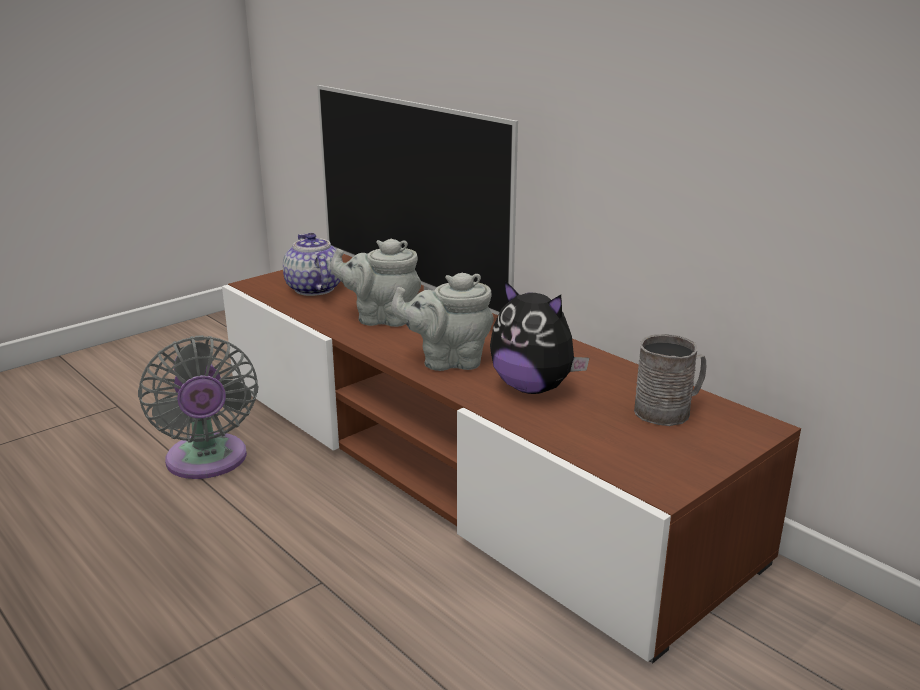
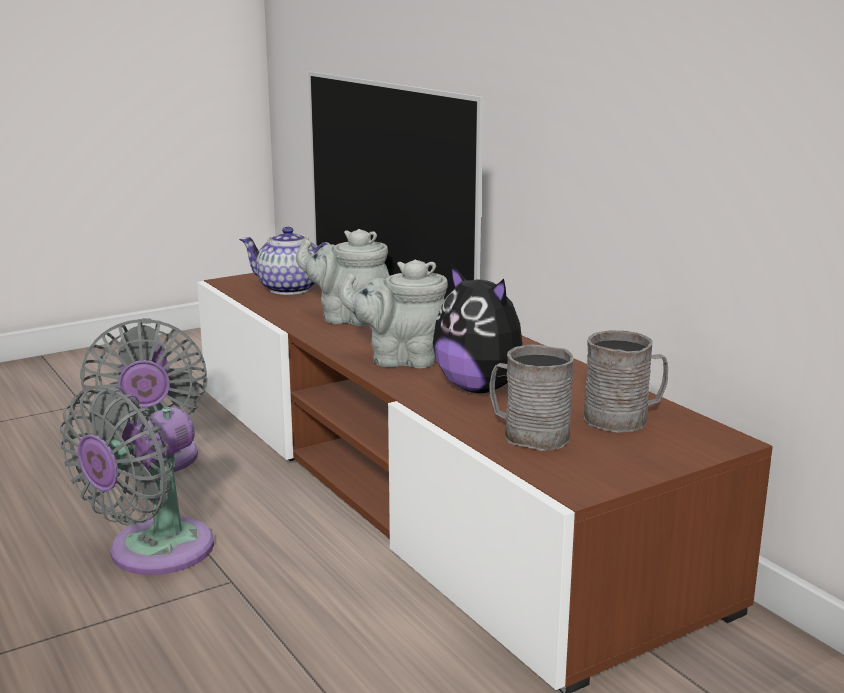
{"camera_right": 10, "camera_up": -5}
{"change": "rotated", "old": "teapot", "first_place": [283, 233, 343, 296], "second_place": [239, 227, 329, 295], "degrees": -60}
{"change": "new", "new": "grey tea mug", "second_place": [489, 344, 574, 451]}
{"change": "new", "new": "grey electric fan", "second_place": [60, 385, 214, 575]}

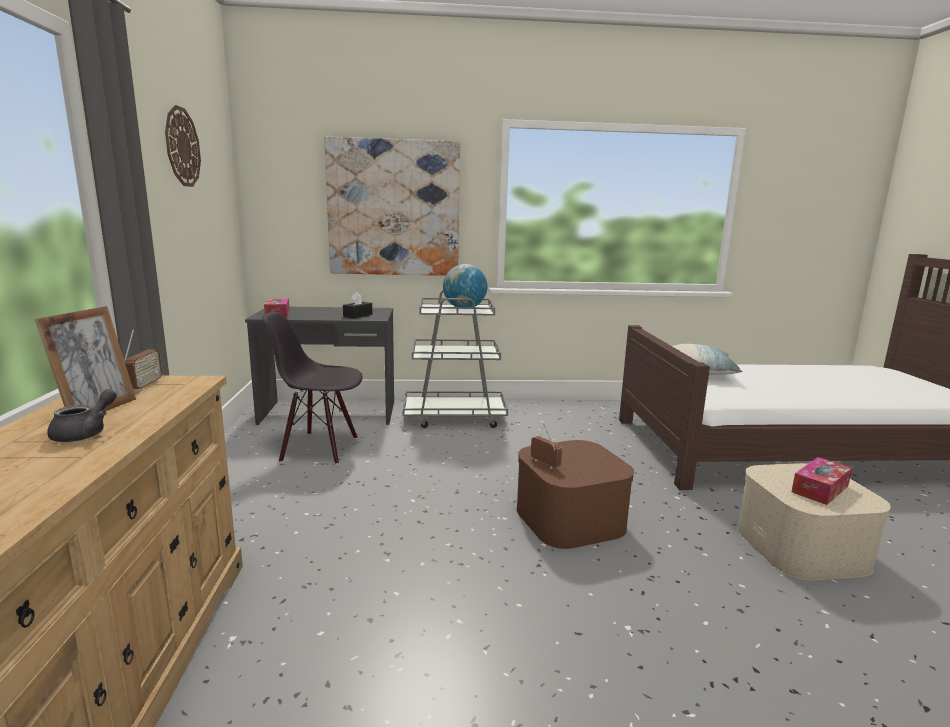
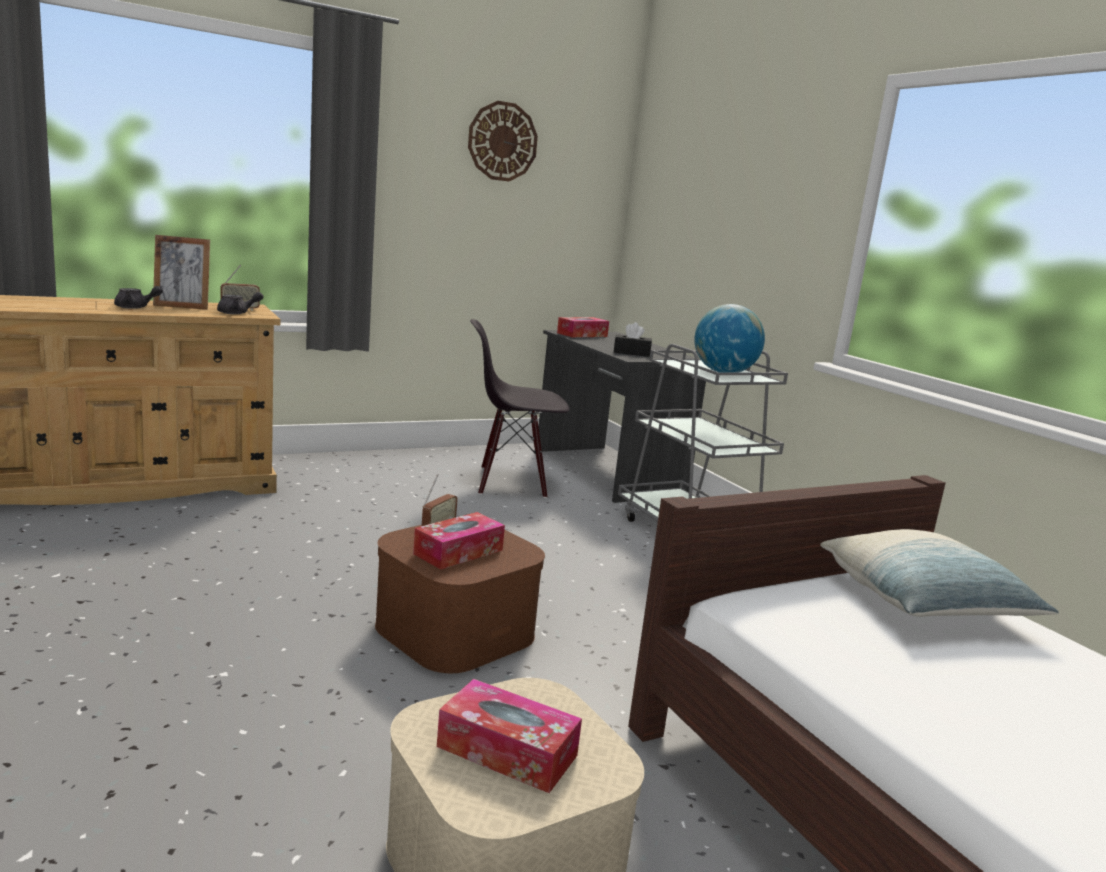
{"camera_right": 65, "camera_up": 0}
{"change": "gone", "old": "wall picture", "first_place": [324, 137, 460, 276]}
{"change": "rotated", "old": "black upright chair", "first_place": [262, 312, 363, 465], "second_place": [470, 319, 569, 498], "degrees": -75}
{"change": "new", "new": "grey teapot", "second_place": [217, 292, 264, 314]}
{"change": "new", "new": "tissue holder", "second_place": [413, 512, 505, 570]}

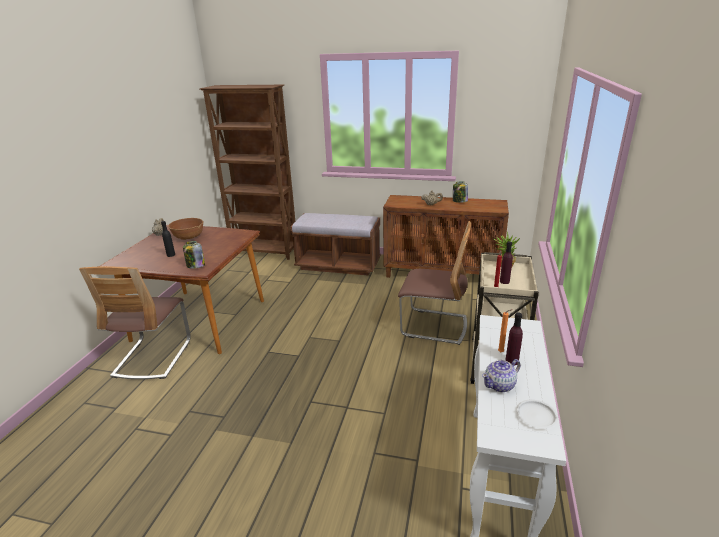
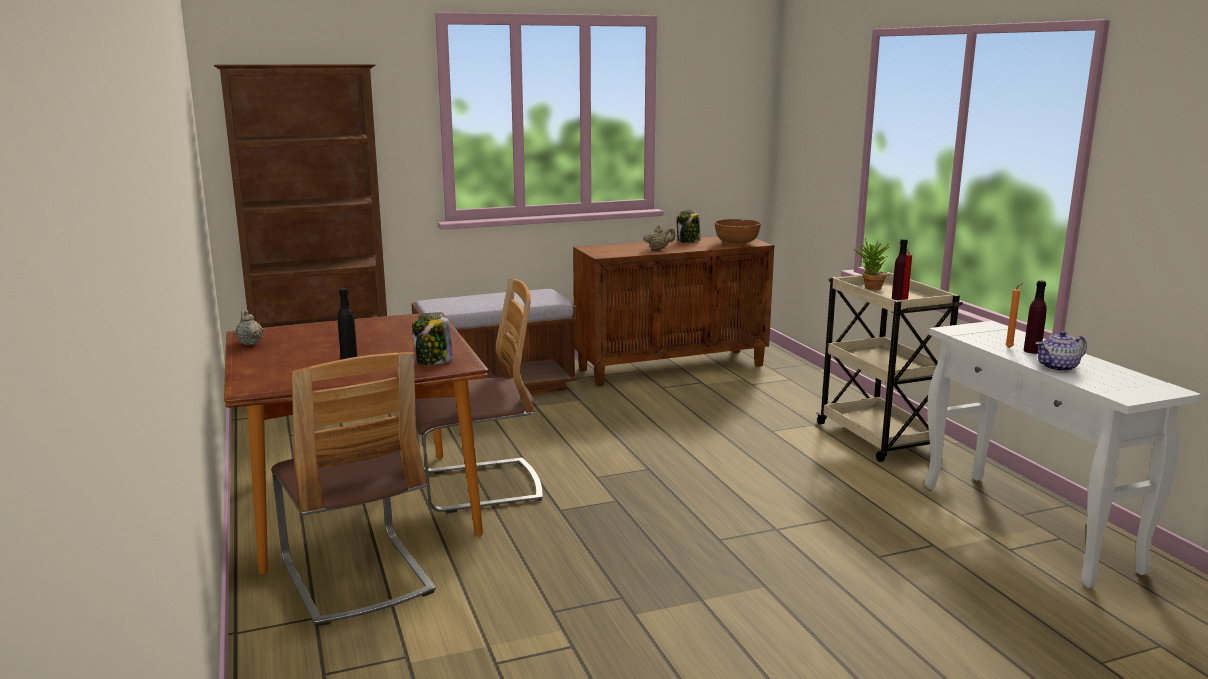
{"camera_right": -35, "camera_up": -10}
{"change": "shifted", "old": "brown serving bowl", "first_place": [168, 218, 204, 240], "second_place": [714, 219, 761, 246]}
{"change": "shifted", "old": "upright chair", "first_place": [398, 221, 471, 345], "second_place": [415, 278, 543, 513]}
{"change": "rotated", "old": "teapot", "first_place": [482, 359, 520, 392], "second_place": [1035, 331, 1087, 372], "degrees": 45}
{"change": "gone", "old": "white-coloured flat dish", "first_place": [516, 400, 558, 428]}

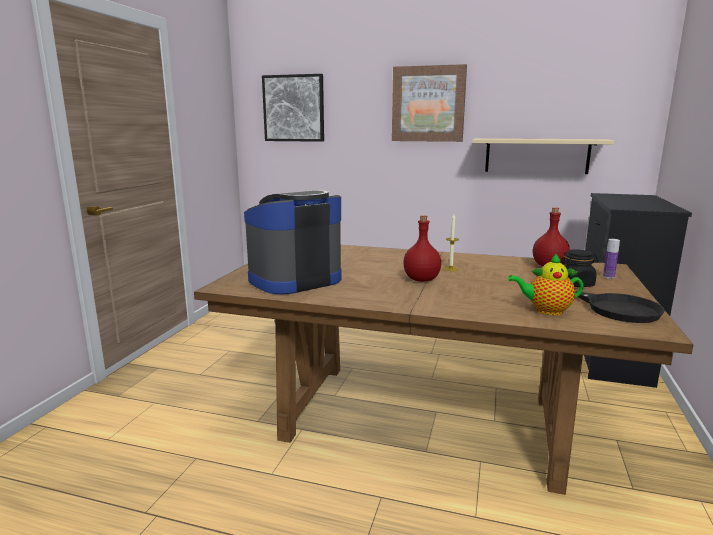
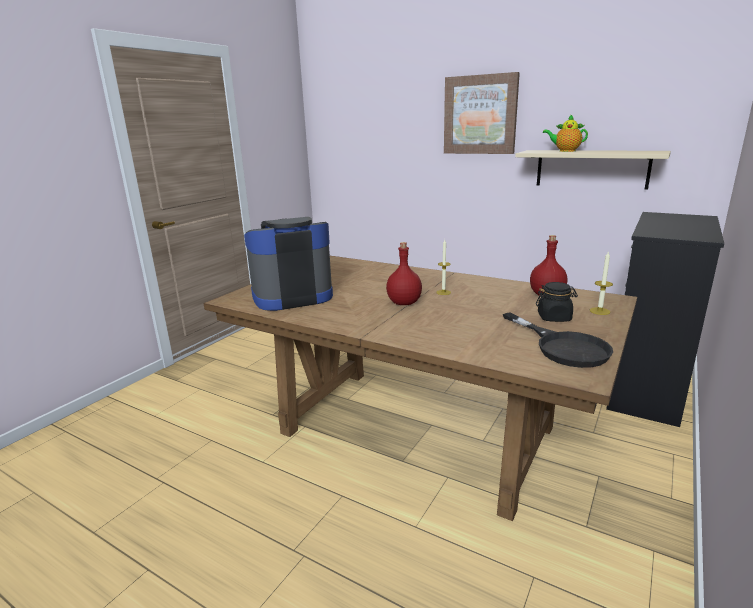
{"camera_right": 15, "camera_up": 5}
{"change": "gone", "old": "wall picture", "first_place": [262, 74, 324, 142]}
{"change": "swapped", "old": "drink bottle", "new": "candle", "first_place": [603, 239, 620, 279], "second_place": [589, 251, 613, 315]}
{"change": "shifted", "old": "teapot", "first_place": [508, 254, 584, 315], "second_place": [543, 114, 588, 152]}

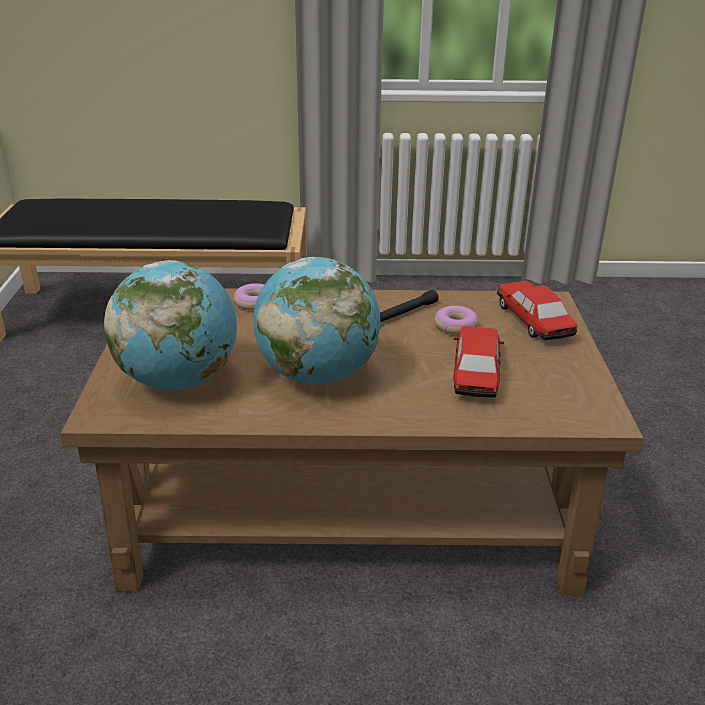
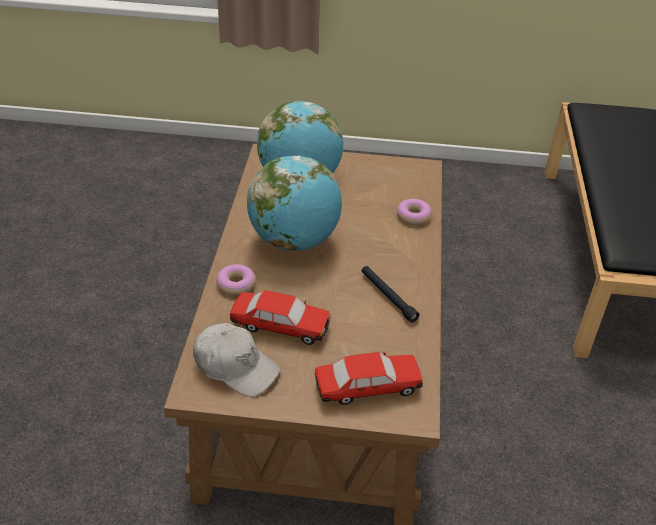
{"camera_right": 95, "camera_up": 10}
{"change": "shifted", "old": "ring doughnut", "first_place": [434, 306, 478, 335], "second_place": [216, 264, 256, 295]}
{"change": "new", "new": "white-coloured peaked cap", "second_place": [193, 323, 280, 397]}

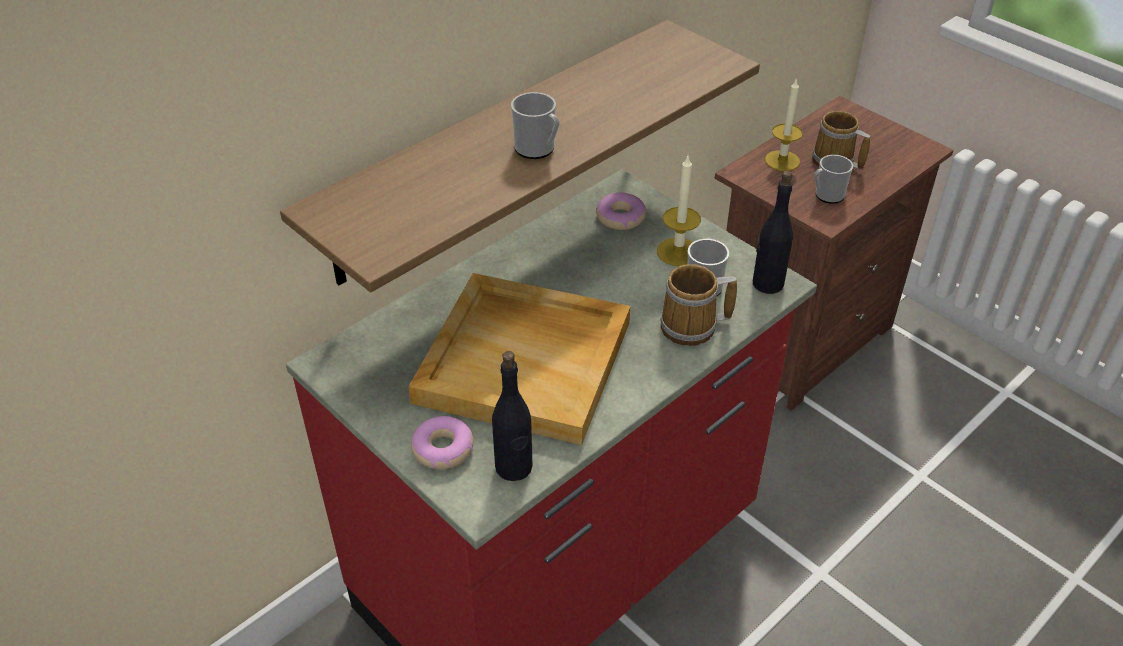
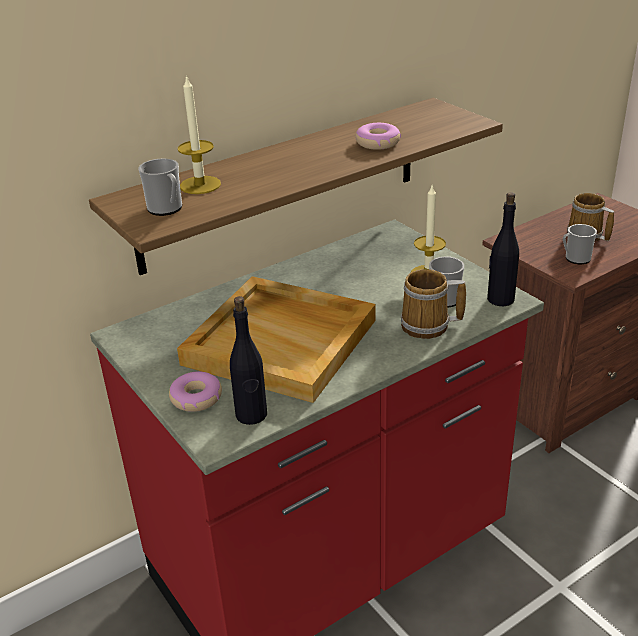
{"camera_right": 10, "camera_up": -10}
{"change": "shifted", "old": "candle", "first_place": [765, 78, 803, 171], "second_place": [178, 75, 221, 194]}
{"change": "shifted", "old": "tea mug", "first_place": [511, 92, 560, 159], "second_place": [138, 159, 182, 216]}
{"change": "shifted", "old": "ring doughnut", "first_place": [596, 193, 647, 230], "second_place": [355, 123, 401, 150]}

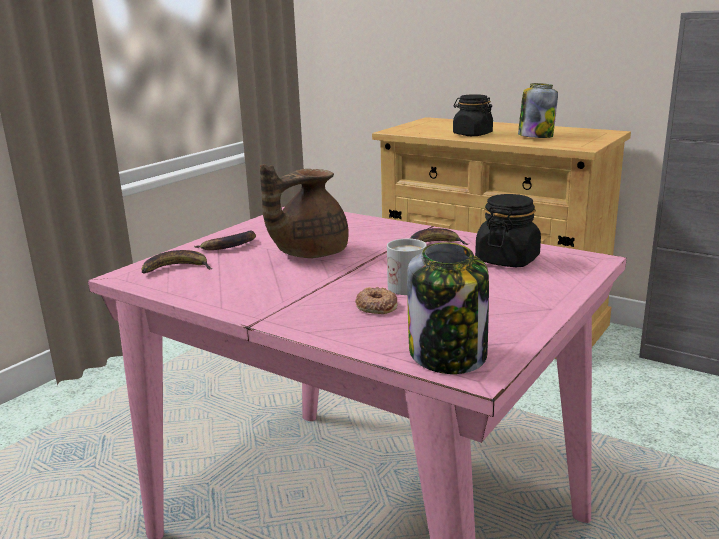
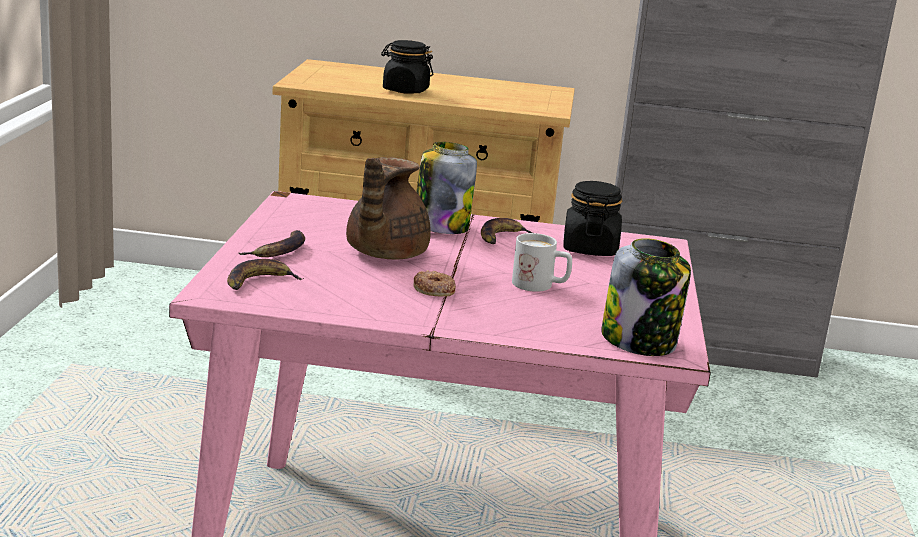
{"camera_right": -30, "camera_up": 0}
{"change": "shifted", "old": "jar", "first_place": [518, 83, 558, 138], "second_place": [417, 142, 477, 234]}
{"change": "shifted", "old": "ring doughnut", "first_place": [355, 287, 398, 314], "second_place": [414, 270, 456, 296]}

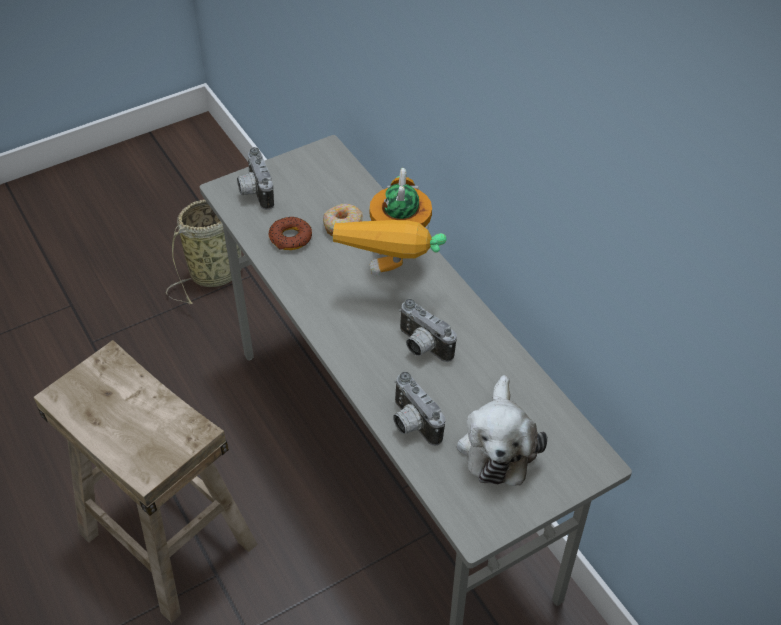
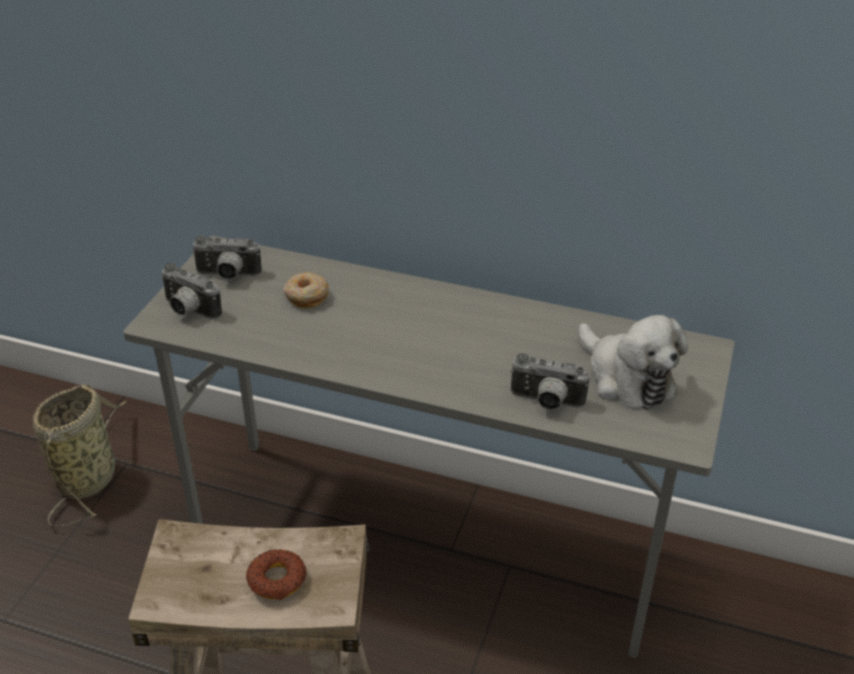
{"camera_right": -40, "camera_up": -10}
{"change": "gone", "old": "toy robot", "first_place": [333, 168, 447, 276]}
{"change": "shifted", "old": "ring doughnut", "first_place": [269, 217, 312, 250], "second_place": [246, 549, 307, 600]}
{"change": "shifted", "old": "still camera", "first_place": [399, 299, 457, 362], "second_place": [192, 235, 262, 280]}

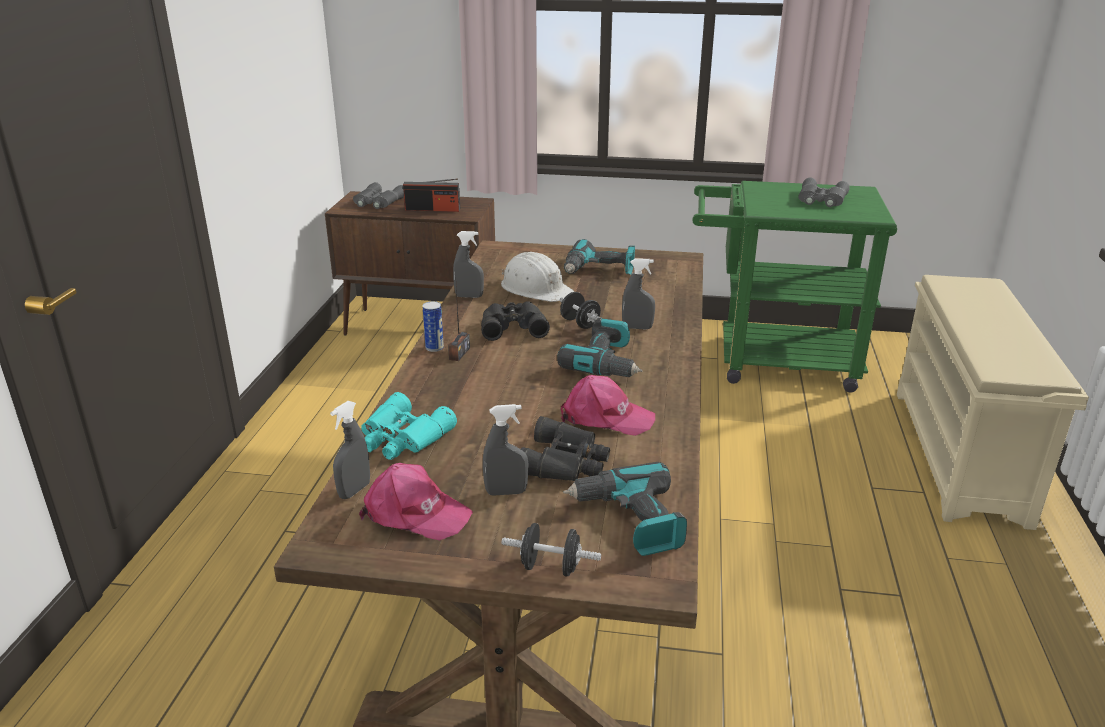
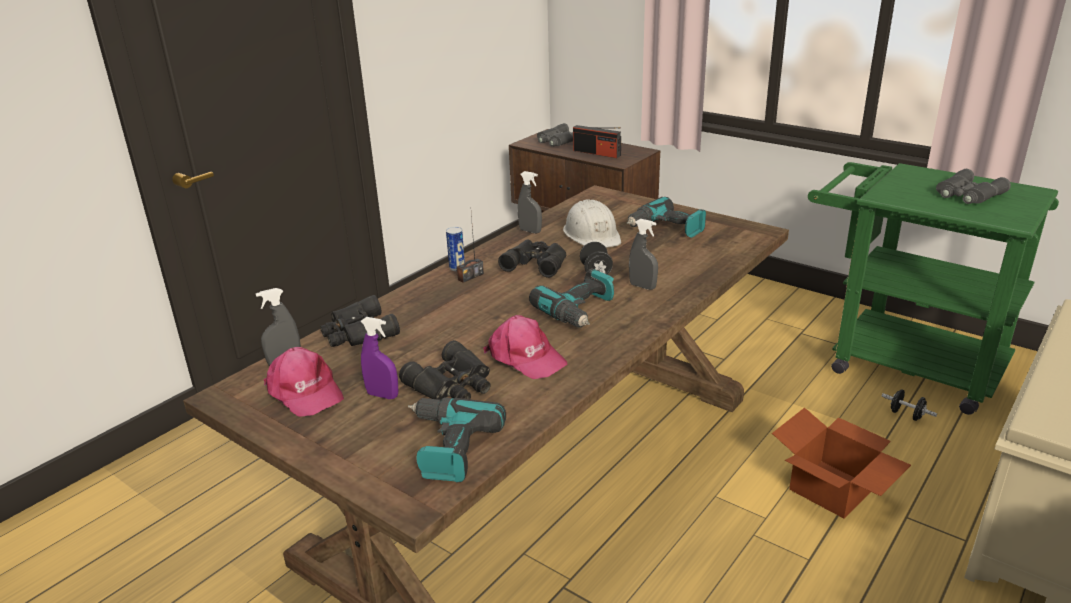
{"camera_right": 30, "camera_up": 0}
{"change": "repainted", "old": "blue-green pair of binoculars", "new": "black pair of binoculars", "first_place": [361, 392, 457, 460], "second_place": [320, 295, 400, 347]}
{"change": "repainted", "old": "grey hand sprayer", "new": "purple-coloured hand sprayer", "first_place": [483, 404, 529, 496], "second_place": [361, 317, 398, 399]}
{"change": "shifted", "old": "black hand weight", "first_place": [501, 523, 601, 576], "second_place": [882, 389, 937, 421]}
{"change": "new", "new": "carton", "second_place": [772, 408, 911, 518]}

